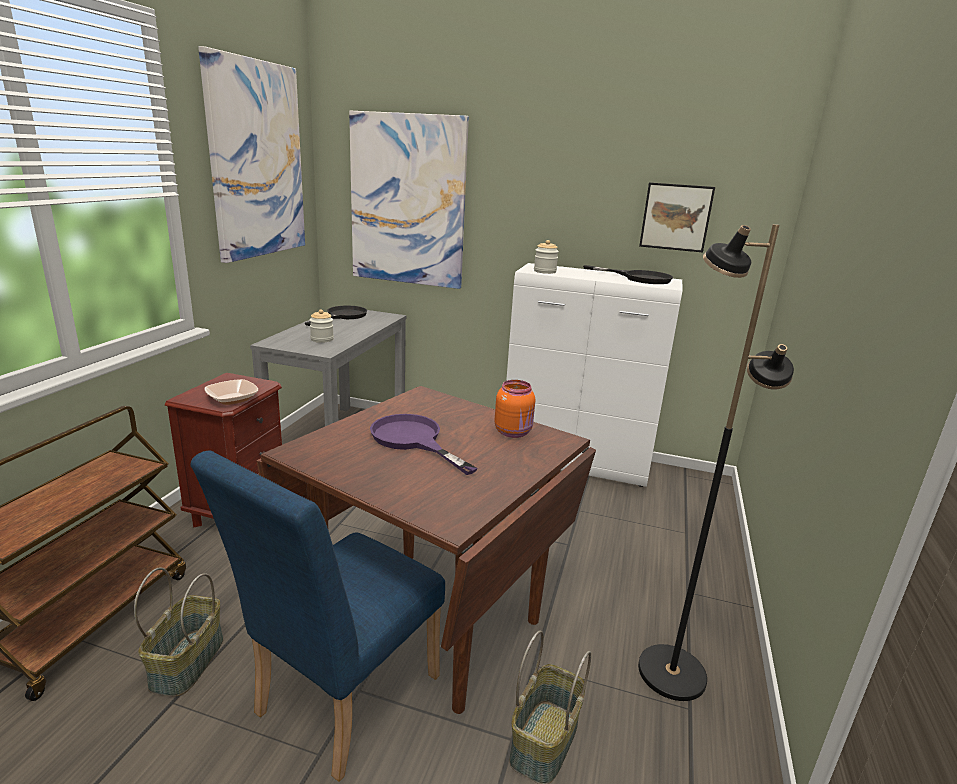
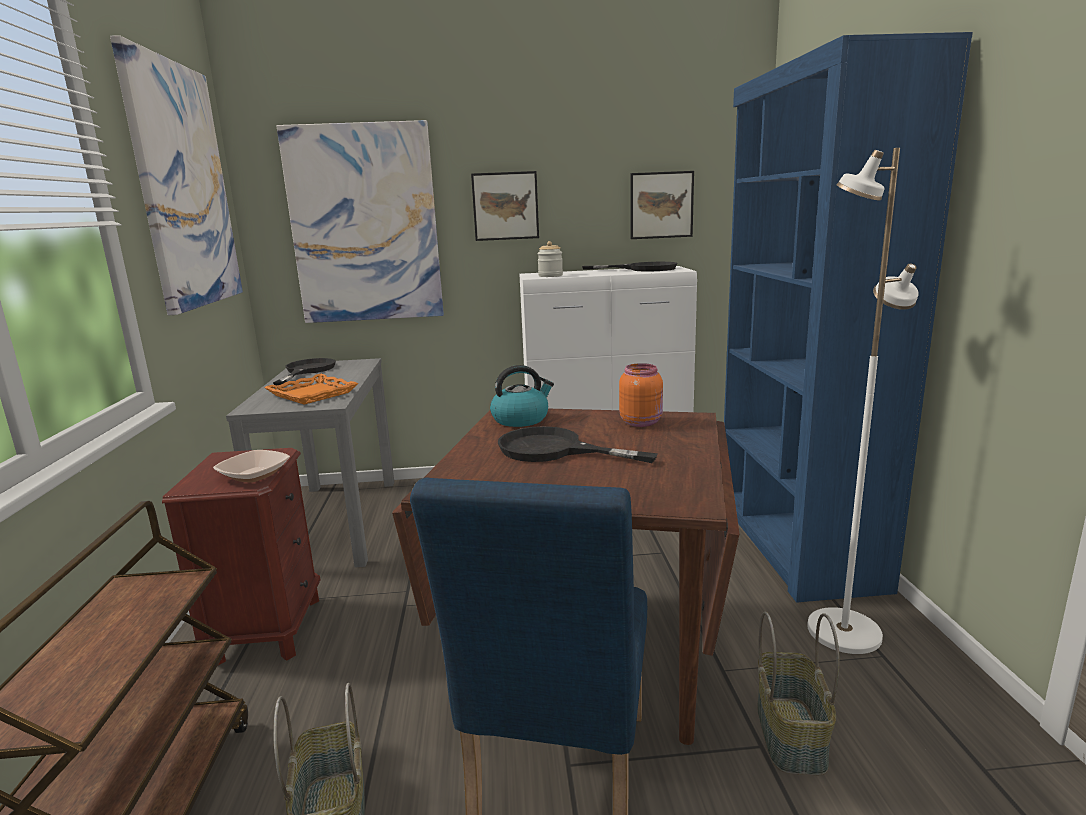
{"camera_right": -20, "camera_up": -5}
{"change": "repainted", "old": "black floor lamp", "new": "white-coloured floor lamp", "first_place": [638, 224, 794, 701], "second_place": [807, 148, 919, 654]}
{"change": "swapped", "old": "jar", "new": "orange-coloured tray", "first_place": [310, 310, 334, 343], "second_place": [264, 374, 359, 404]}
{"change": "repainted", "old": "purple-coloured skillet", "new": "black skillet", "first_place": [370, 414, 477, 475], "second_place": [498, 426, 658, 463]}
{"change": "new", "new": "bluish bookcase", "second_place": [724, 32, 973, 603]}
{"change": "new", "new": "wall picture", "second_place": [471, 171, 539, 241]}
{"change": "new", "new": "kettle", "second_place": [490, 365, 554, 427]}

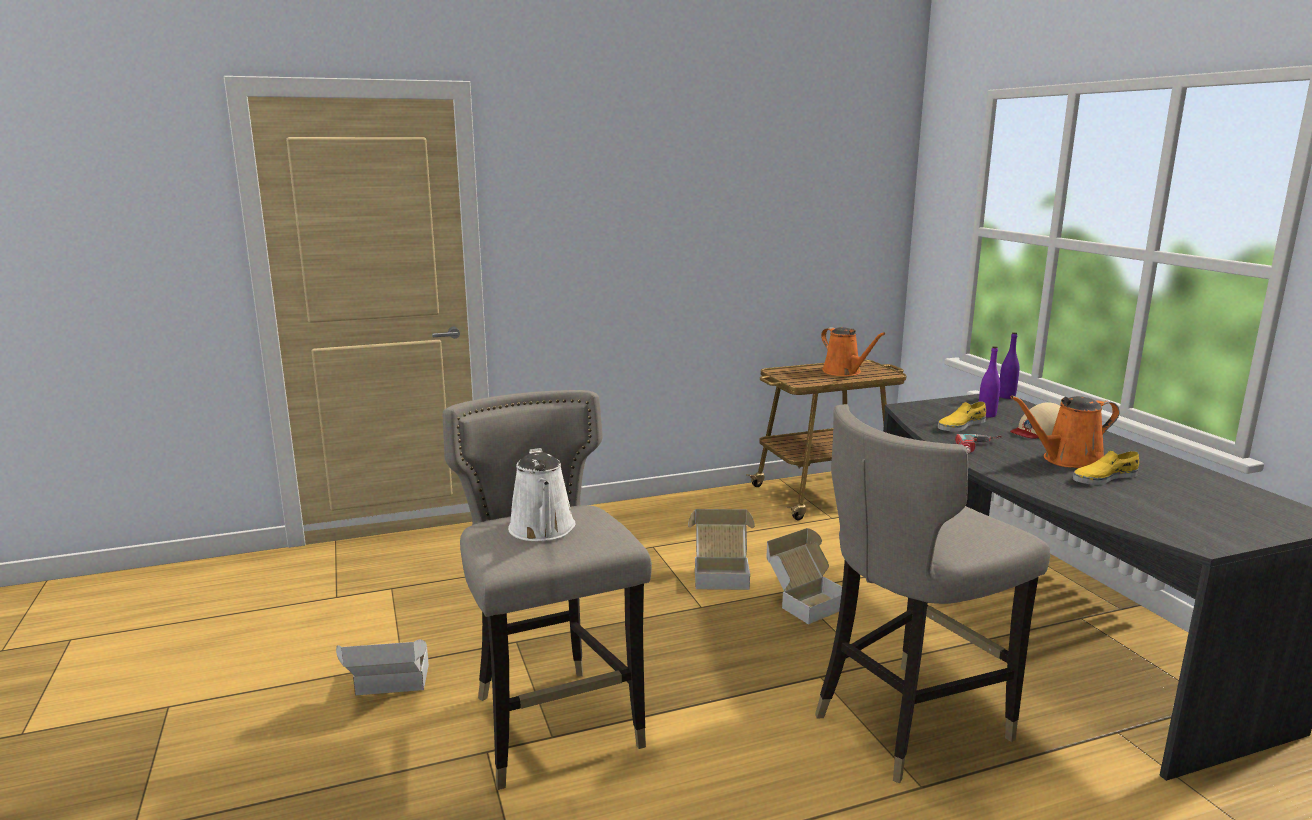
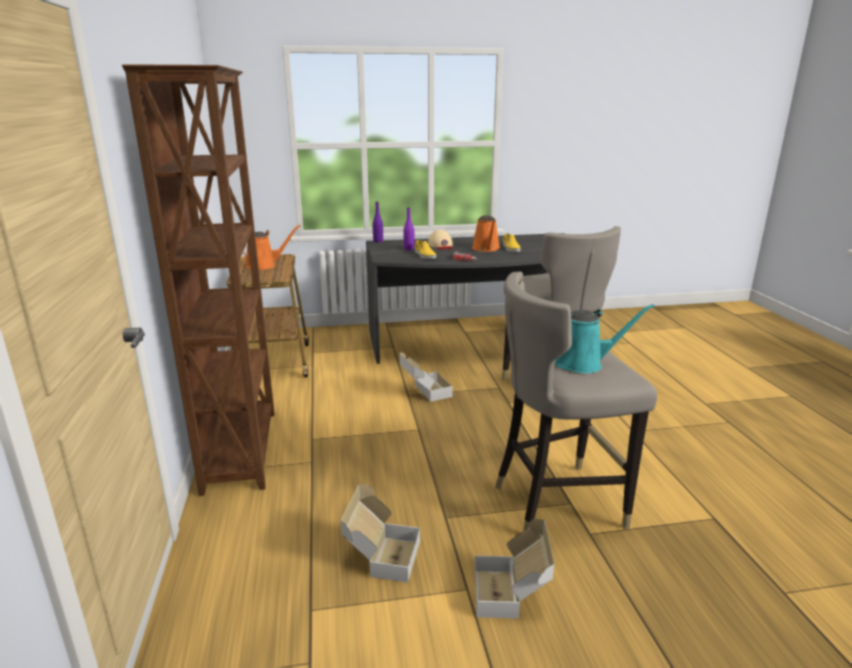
{"camera_right": -80, "camera_up": 5}
{"change": "repainted", "old": "white-coloured watering can", "new": "blue-green watering can", "first_place": [508, 448, 576, 541], "second_place": [555, 304, 655, 373]}
{"change": "shifted", "old": "carton", "first_place": [688, 509, 755, 590], "second_place": [341, 484, 420, 583]}
{"change": "new", "new": "brown bookcase", "second_place": [122, 64, 275, 496]}

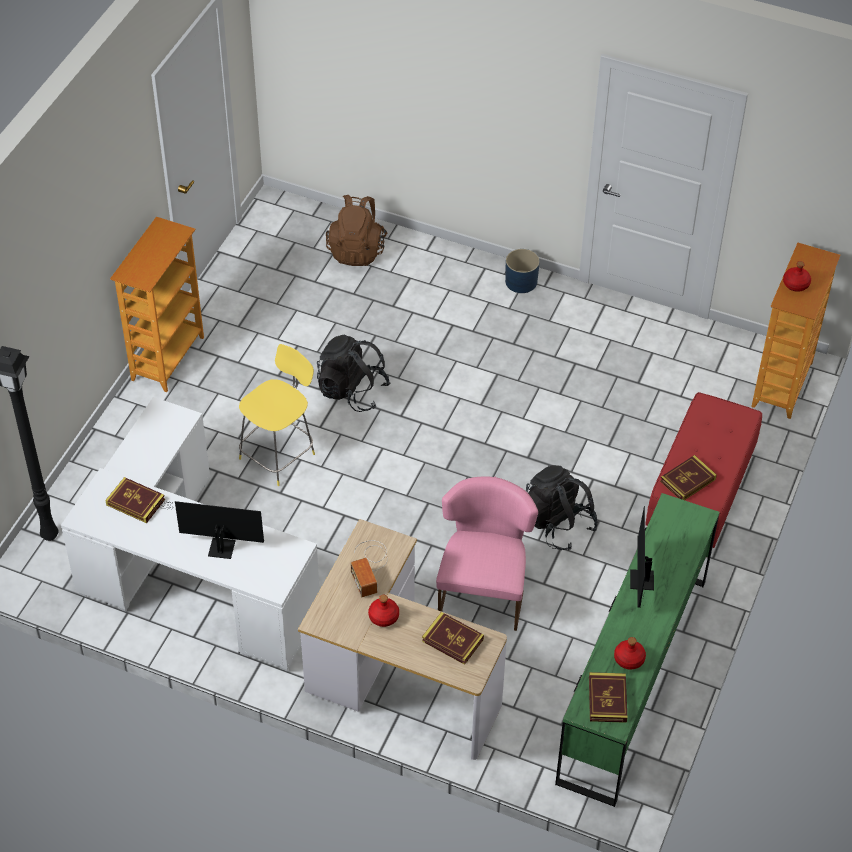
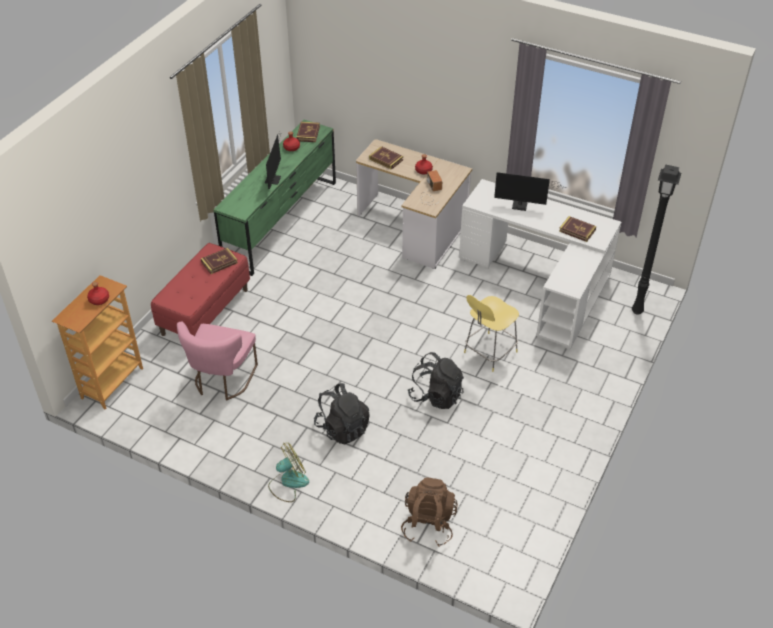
{"camera_right": -175, "camera_up": -5}
{"change": "gone", "old": "bookcase", "first_place": [110, 217, 204, 392]}
{"change": "swapped", "old": "bluish planter", "new": "electric fan", "first_place": [505, 249, 540, 293], "second_place": [268, 442, 309, 502]}
{"change": "shifted", "old": "black knapsack", "first_place": [526, 465, 598, 550], "second_place": [314, 383, 370, 445]}
{"change": "shifted", "old": "pink upright chair", "first_place": [436, 476, 538, 631], "second_place": [177, 322, 258, 400]}

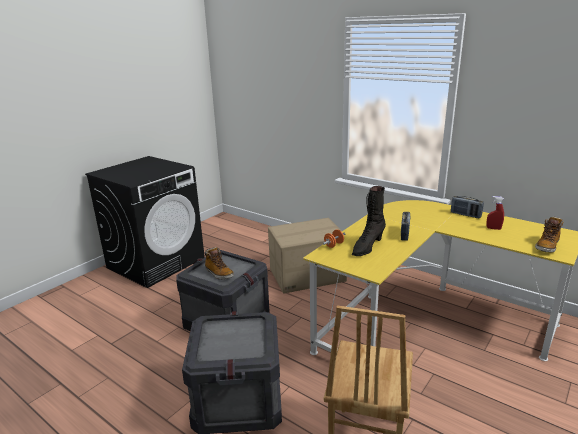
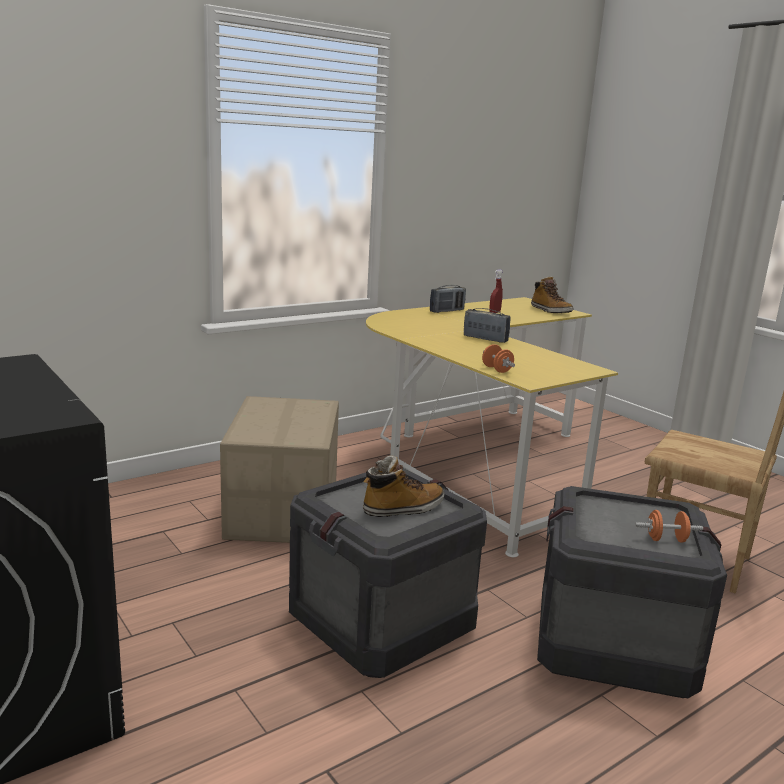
{"camera_right": -75, "camera_up": -5}
{"change": "gone", "old": "black high-top boot", "first_place": [352, 186, 386, 256]}
{"change": "new", "new": "orange-coloured hand weight", "second_place": [635, 510, 703, 543]}

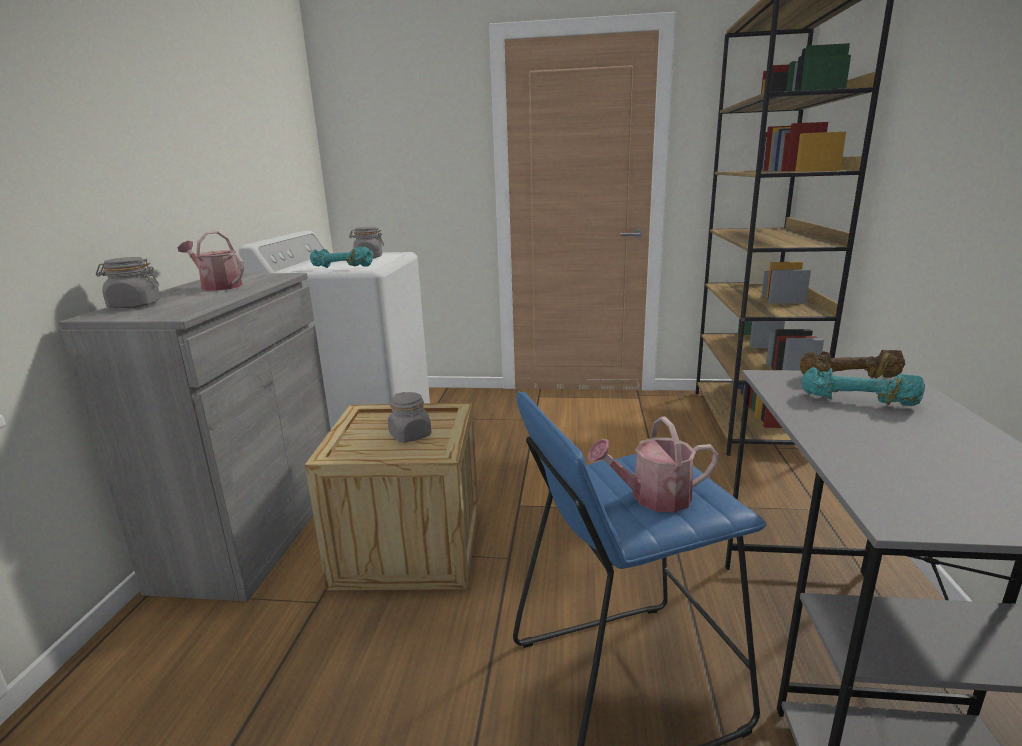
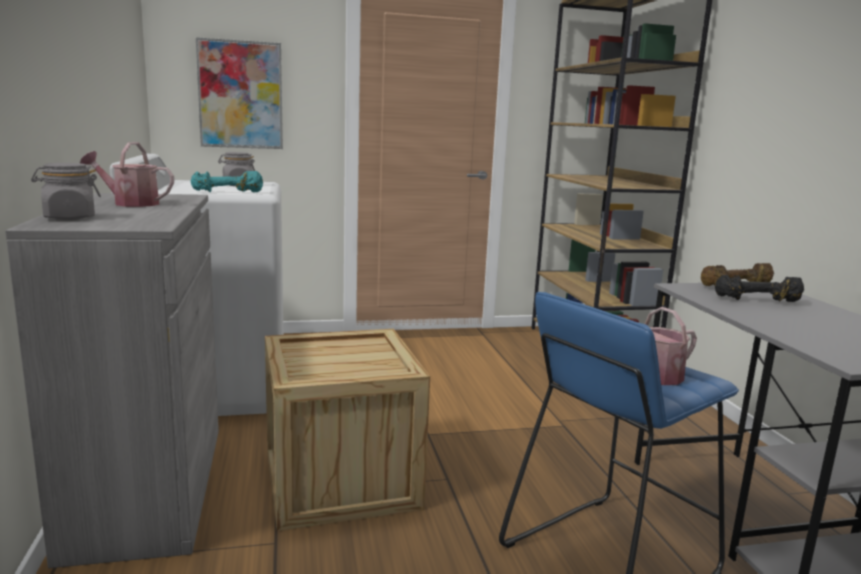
{"camera_right": -20, "camera_up": -5}
{"change": "repainted", "old": "blue-green hand weight", "new": "black hand weight", "first_place": [801, 367, 925, 406], "second_place": [715, 275, 804, 302]}
{"change": "gone", "old": "grey jar", "first_place": [388, 392, 431, 443]}
{"change": "new", "new": "wall picture", "second_place": [196, 37, 283, 149]}

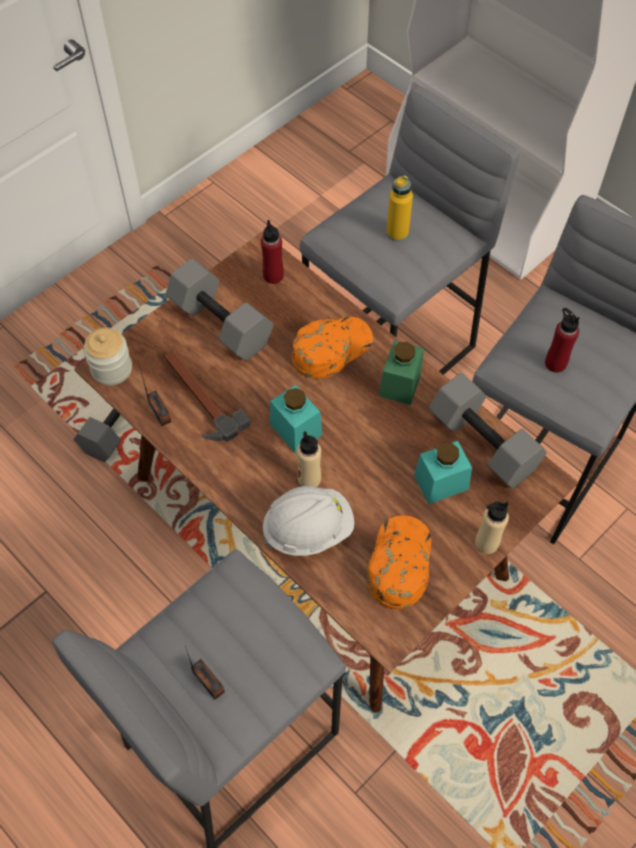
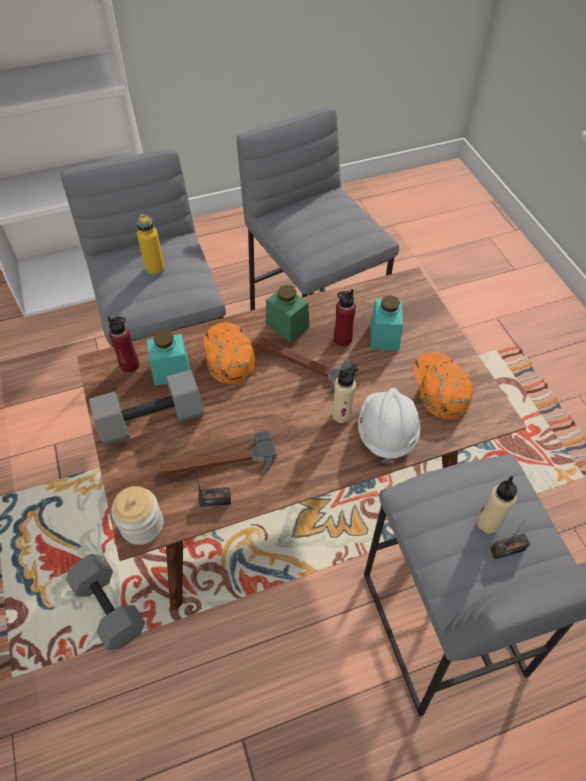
{"camera_right": -65, "camera_up": -5}
{"change": "shifted", "old": "red-coloured drink bottle", "first_place": [545, 308, 580, 373], "second_place": [334, 289, 356, 347]}
{"change": "gone", "old": "grey hand weight", "first_place": [429, 373, 547, 489]}
{"change": "shifted", "old": "blue-green jar", "first_place": [270, 385, 322, 453], "second_place": [147, 330, 190, 386]}
{"change": "shifted", "old": "sand-coloured drink bottle", "first_place": [475, 502, 509, 554], "second_place": [477, 476, 517, 534]}
{"change": "rotated", "old": "orange-coloured peaked cap", "first_place": [367, 515, 431, 610], "second_place": [414, 352, 474, 419], "degrees": 45}
{"change": "new", "new": "tool hammer", "second_place": [258, 337, 357, 392]}

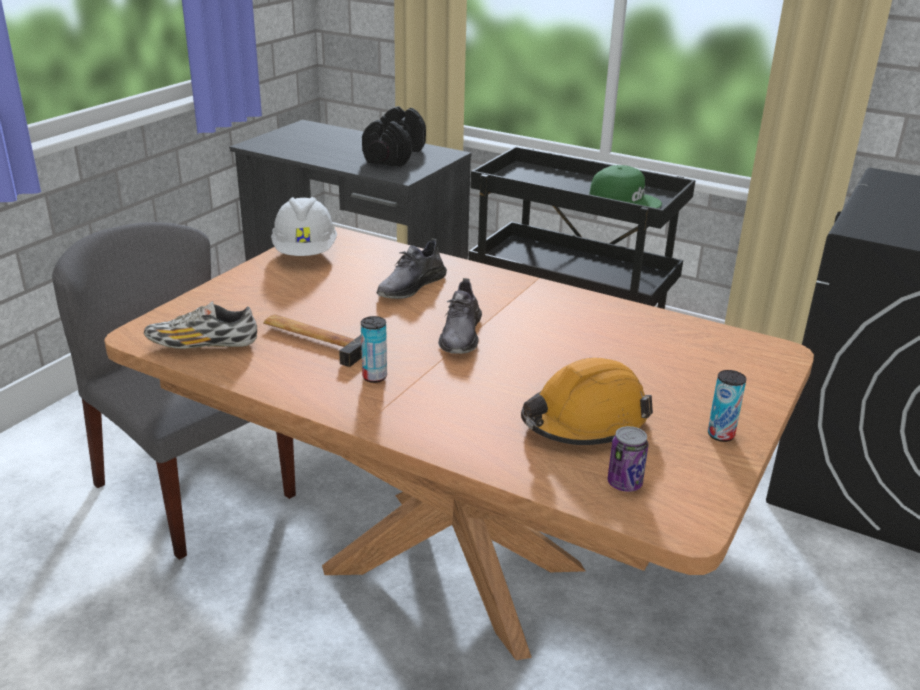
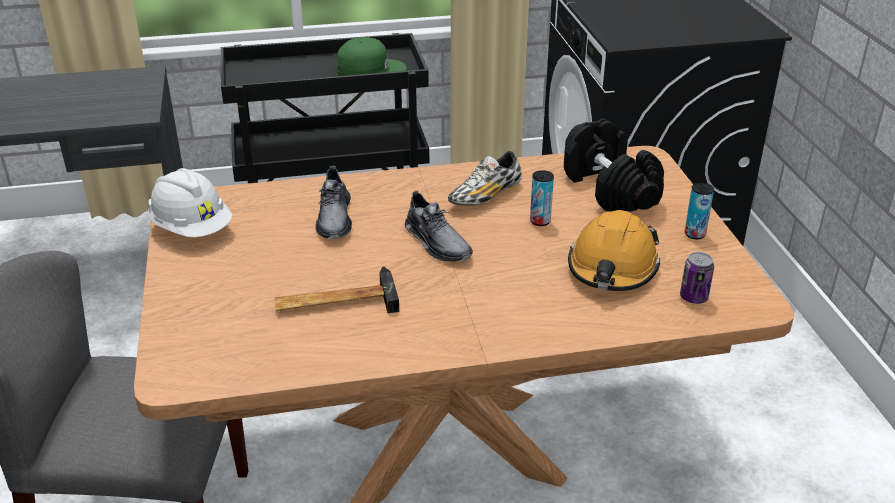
{"camera_right": -40, "camera_up": 5}
{"change": "shifted", "old": "black hand weight", "first_place": [362, 106, 426, 167], "second_place": [564, 119, 664, 212]}
{"change": "shifted", "old": "shoe", "first_place": [144, 301, 257, 349], "second_place": [448, 151, 522, 206]}
{"change": "shifted", "old": "metal can", "first_place": [361, 316, 387, 383], "second_place": [530, 170, 554, 226]}

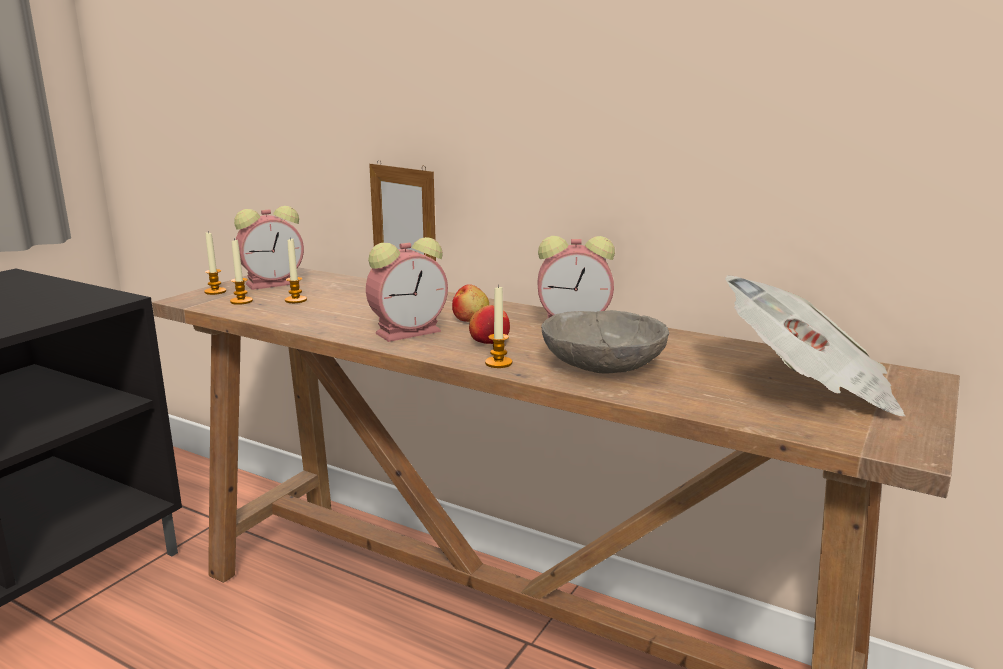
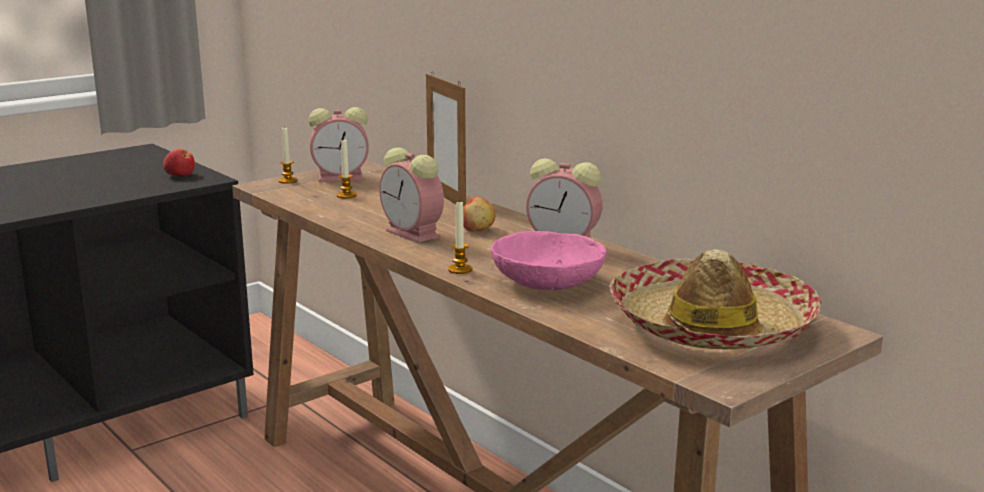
{"camera_right": 20, "camera_up": 0}
{"change": "rotated", "old": "table clock", "first_place": [366, 237, 448, 342], "second_place": [379, 147, 444, 243], "degrees": 60}
{"change": "gone", "old": "candle", "first_place": [230, 238, 253, 305]}
{"change": "swapped", "old": "daily paper", "new": "clothing hat", "first_place": [725, 275, 906, 416], "second_place": [609, 249, 822, 349]}
{"change": "shifted", "old": "whole apple", "first_place": [469, 305, 510, 344], "second_place": [163, 149, 195, 177]}
{"change": "repainted", "old": "grey serving bowl", "new": "pink serving bowl", "first_place": [541, 310, 669, 373], "second_place": [491, 231, 607, 290]}

